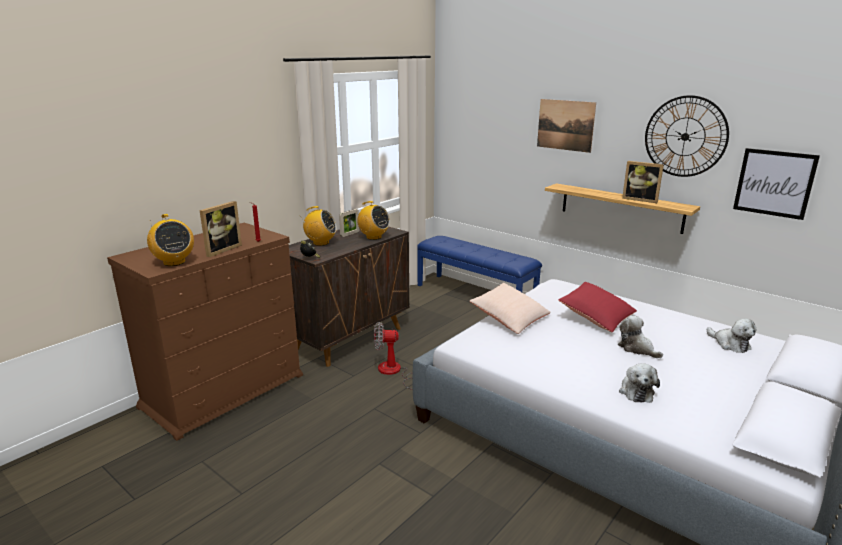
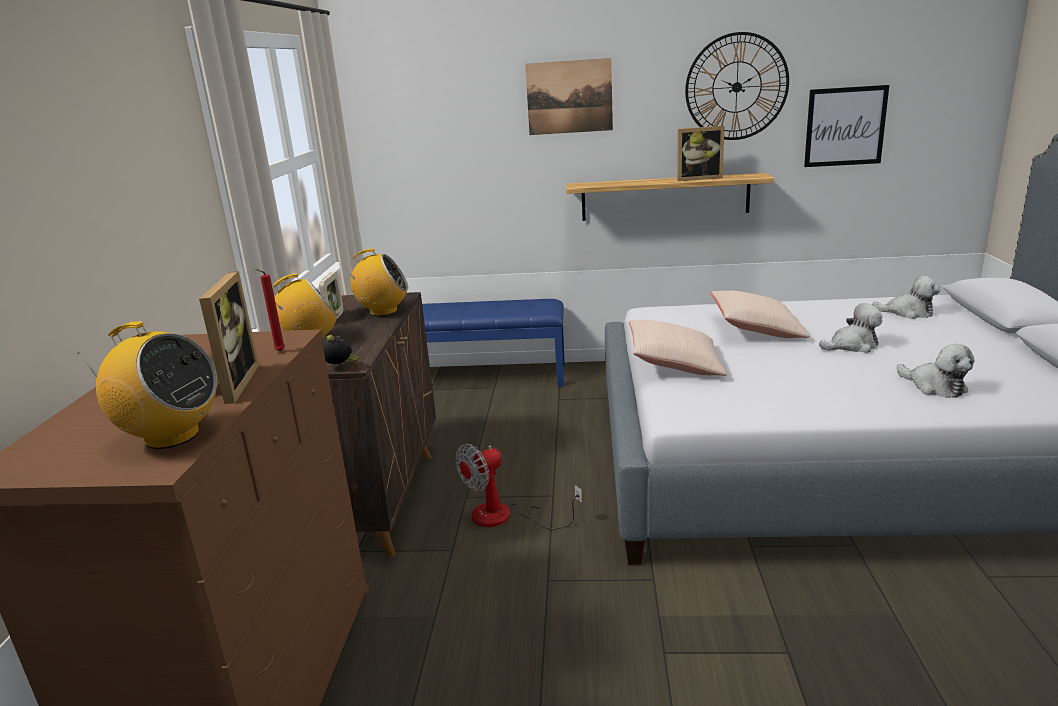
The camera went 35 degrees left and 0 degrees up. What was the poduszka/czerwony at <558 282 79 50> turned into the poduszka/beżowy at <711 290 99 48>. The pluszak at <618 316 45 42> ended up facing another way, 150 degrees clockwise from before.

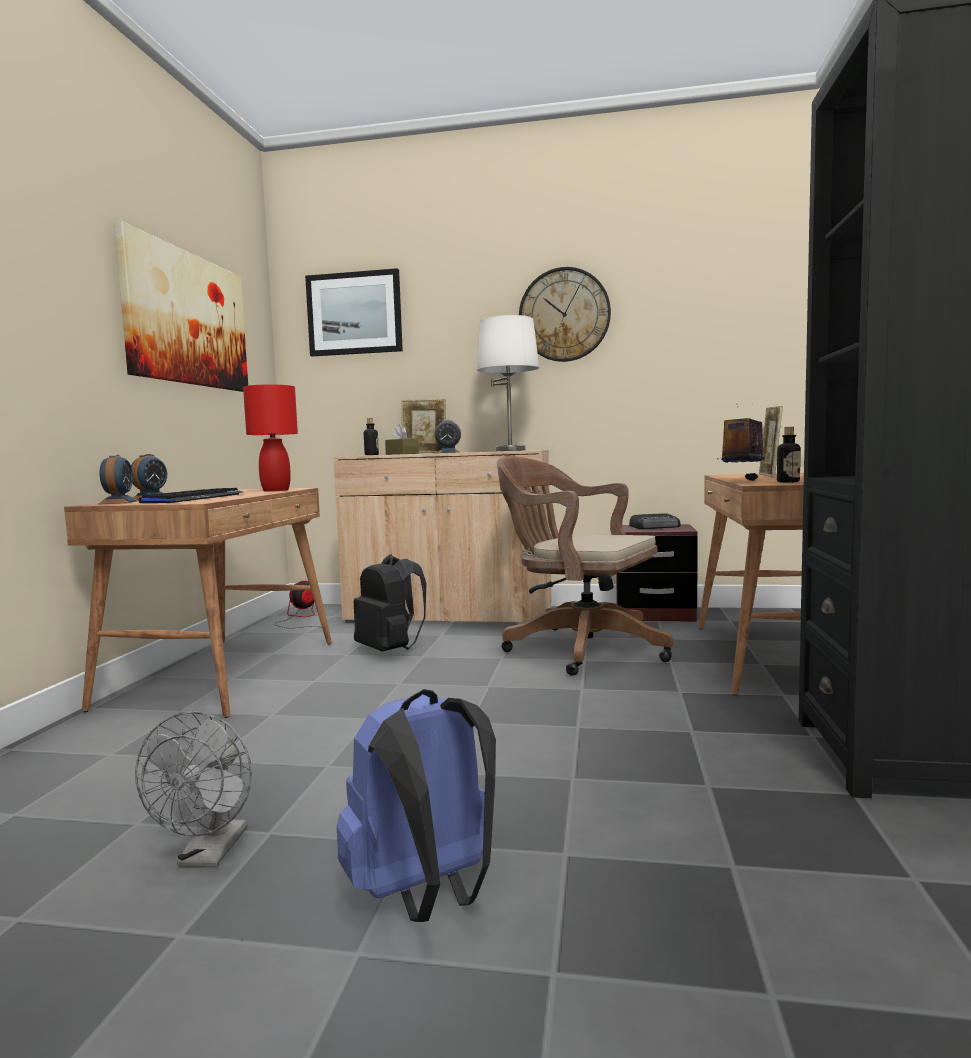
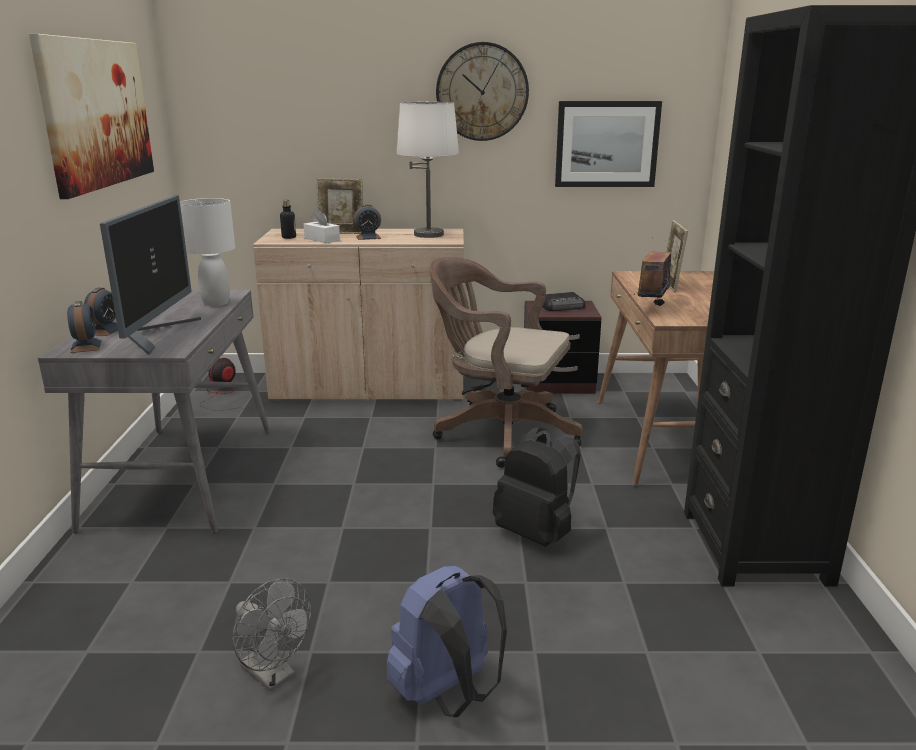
The camera went 10 degrees left and 15 degrees up. What was the biurko/brązowy at <64 488 268 230> turned into the biurko/szary at <38 290 232 243>. The wentylator/szary at <135 711 117 156> ended up facing another way, 45 degrees counterclockwise from before. Where the klawiatura stood at <139 488 103 15>, the monitor came to stand at <100 196 101 159>. What was the lampa stołowa/czerwony at <243 384 55 108> turned into the lampa stołowa/biały at <180 198 55 108>. The obraz ended up elsewhere, having gone from <305 268 98 88> to <555 101 107 86>. The plecak/czarny ended up elsewhere, having gone from <354 554 73 97> to <493 427 87 120>. What was the pudełko chusteczek/brązowy at <385 424 34 31> turned into the pudełko chusteczek/biały at <304 210 36 33>. The second view lost the butelka at <777 427 24 56>.

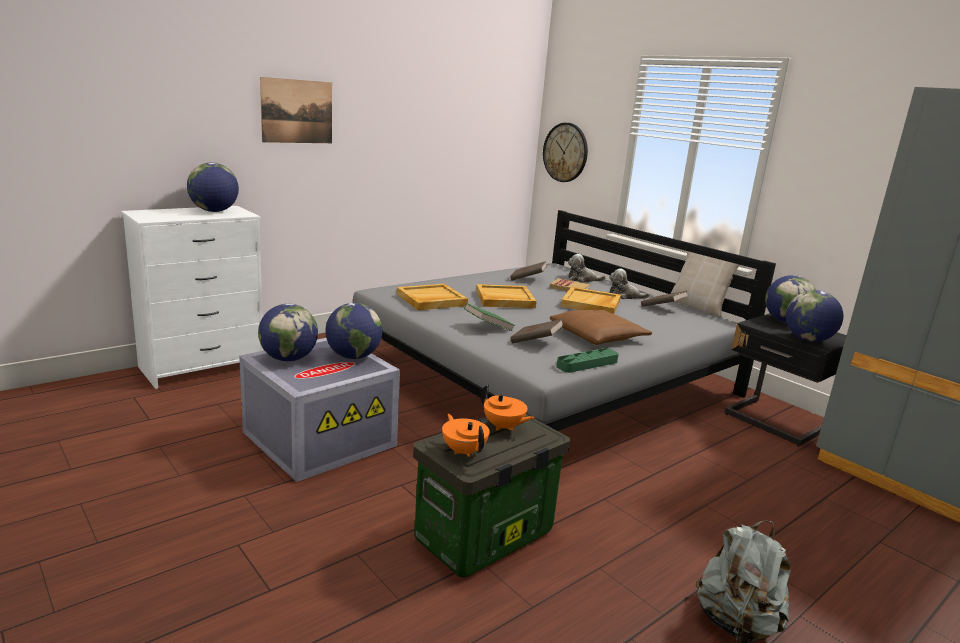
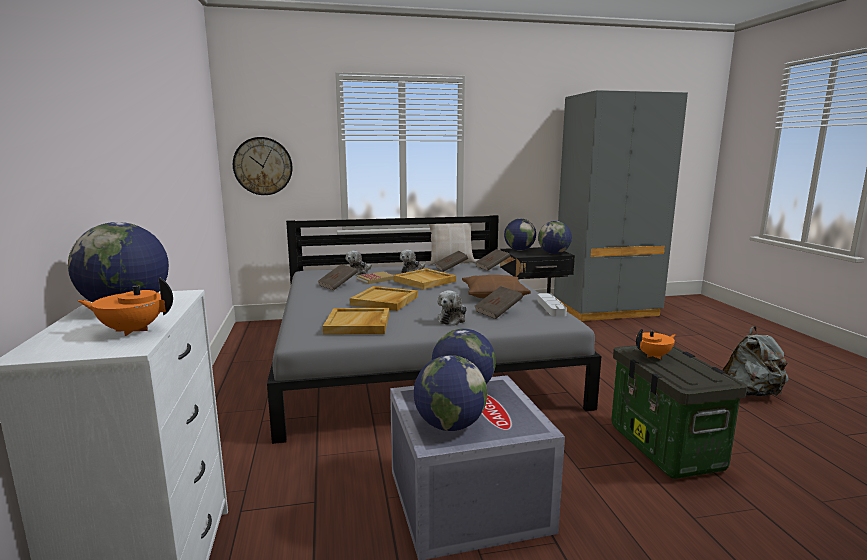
The camera went 60 degrees left and 5 degrees down. The second view lost the obraz at <260 77 72 66>. The imbryk/pomarańczowy ended up elsewhere, having gone from <442 414 48 43> to <78 278 95 58>. Where the książka/zielony stood at <464 303 51 28>, the pluszak came to stand at <437 290 30 36>. What was the taca/zielony at <556 348 63 25> turned into the taca/szary at <537 293 30 24>. The second view gained the książka/brązowy at <475 249 35 22>.

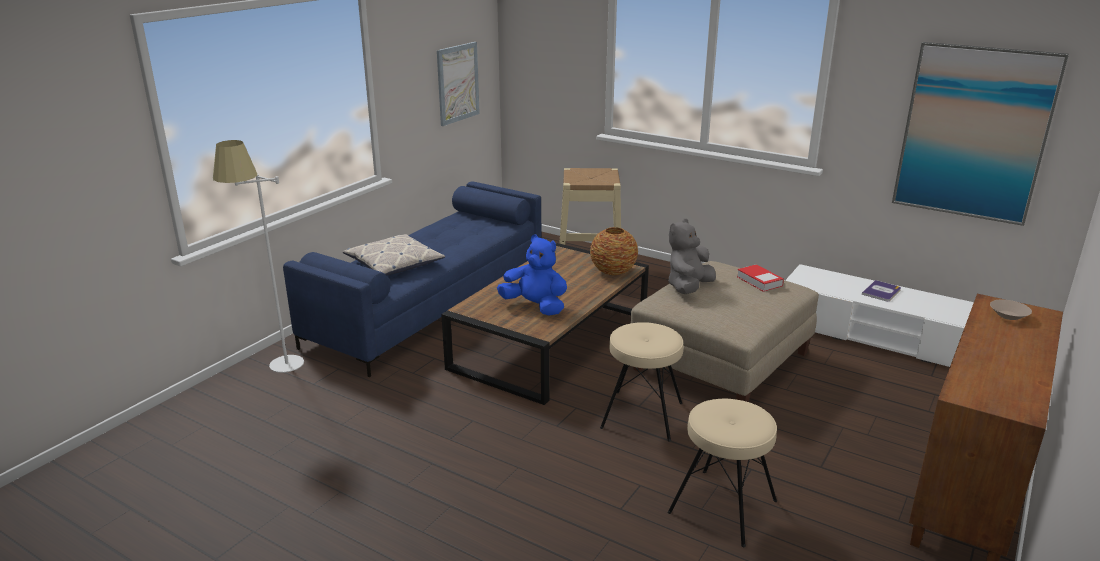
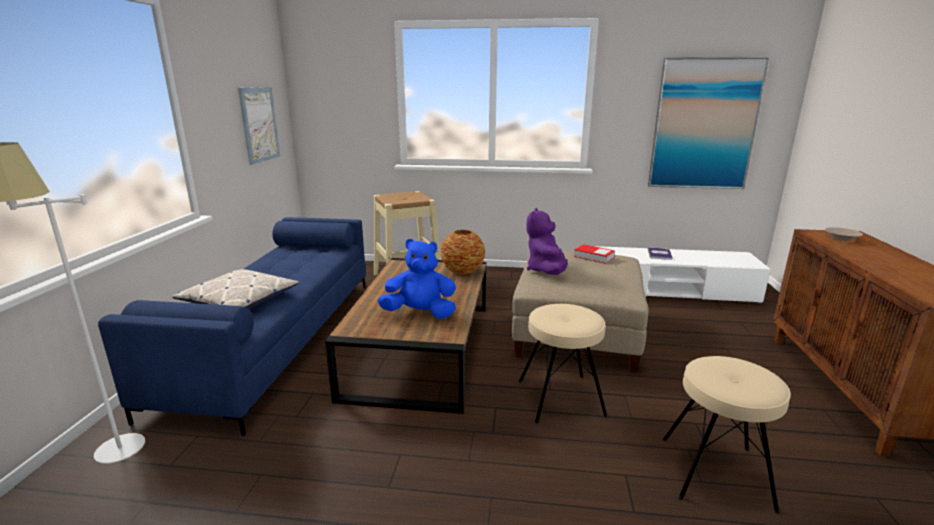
The camera went 25 degrees left and 5 degrees down. What was the pluszak/szary at <668 219 48 75> turned into the pluszak/fioletowy at <526 208 42 67>.

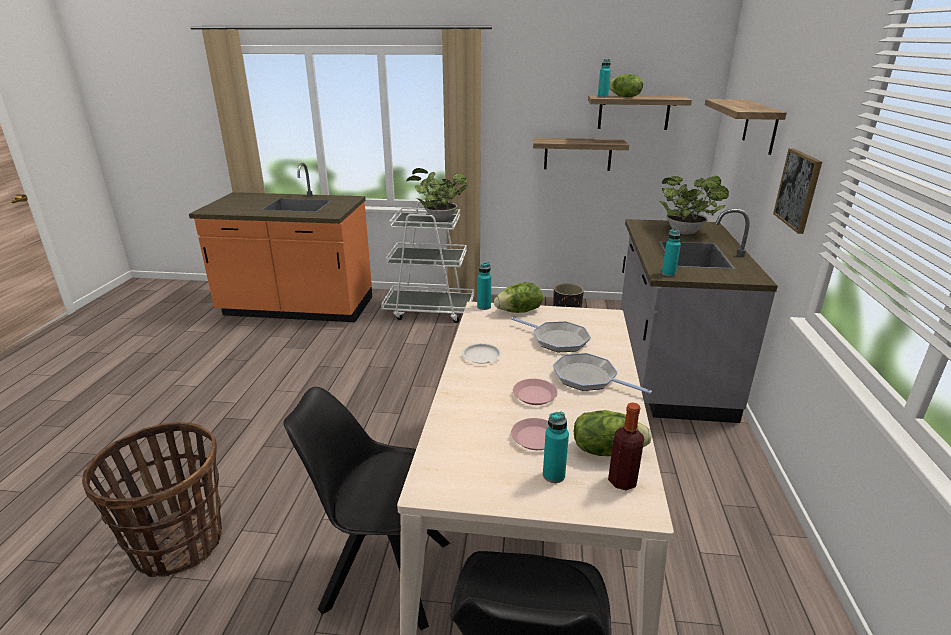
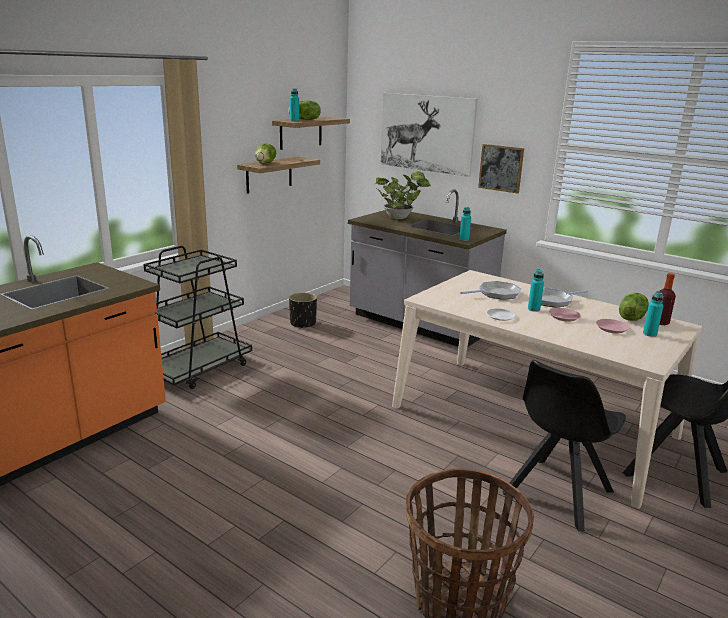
The camera went 60 degrees left and 5 degrees down. What was the wózek/biały at <381 200 93 123> turned into the wózek/czarny at <143 246 109 143>. The second view lost the roślina doniczkowa at <406 168 62 53>. The butelka/turkusowy ended up elsewhere, having gone from <477 262 14 48> to <528 269 16 43>. The sałata ended up elsewhere, having gone from <494 282 49 31> to <255 143 21 21>. Where the półka hung at <705 99 82 56>, the obraz came to hang at <381 93 97 84>.

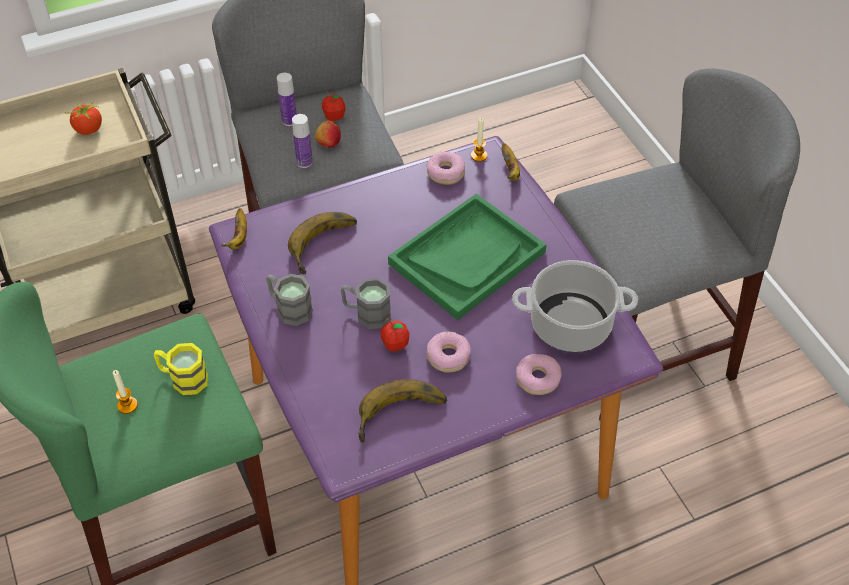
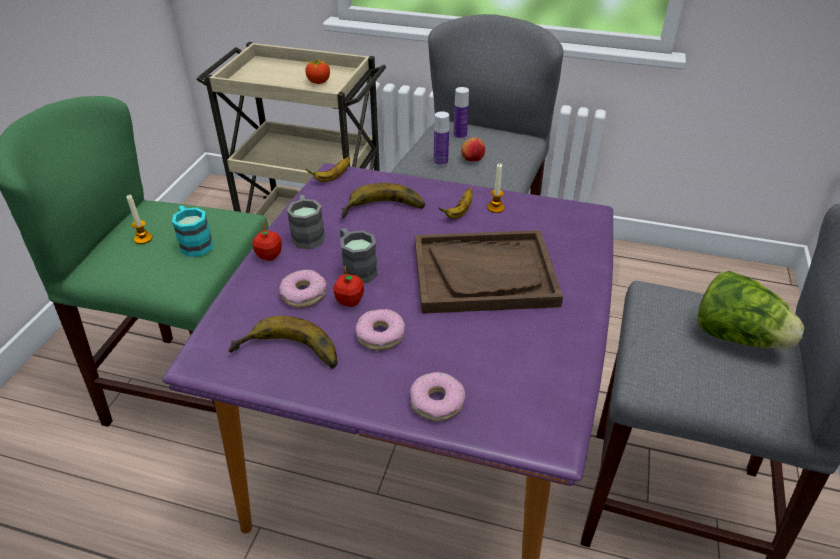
The camera went 40 degrees right and 10 degrees down. What was the kubek/żółty at <154 343 54 52> turned into the kubek/turkusowy at <172 206 41 51>. The jabłko ended up elsewhere, having gone from <322 90 23 31> to <252 222 30 39>. What was the taca/zielony at <388 194 159 126> turned into the taca/brązowy at <415 230 148 84>. The donut ended up elsewhere, having gone from <427 152 38 33> to <279 270 48 38>. The świeca ended up elsewhere, having gone from <471 118 17 44> to <487 163 18 50>. The banan ended up elsewhere, having gone from <502 143 18 38> to <439 188 34 31>. The second view lost the garnek at <512 260 126 92>. The second view gained the sałata at <697 271 108 78>.

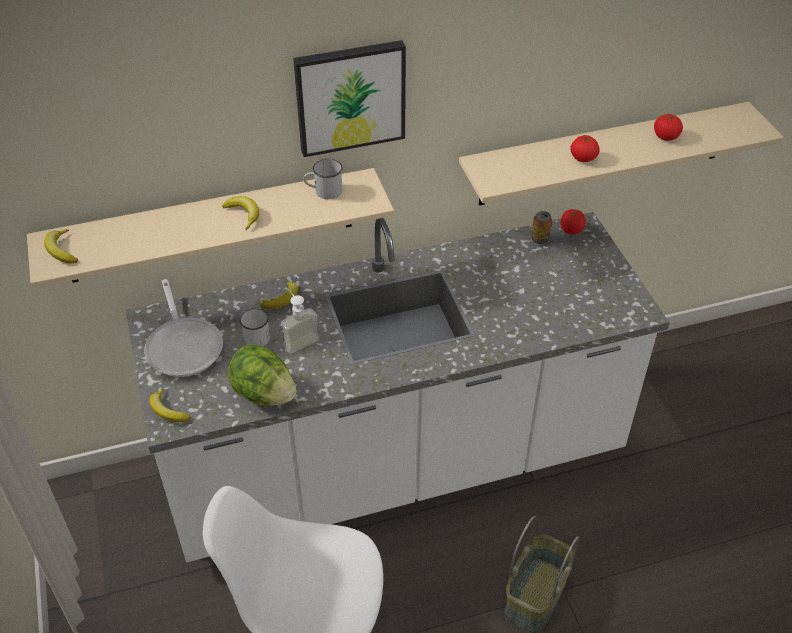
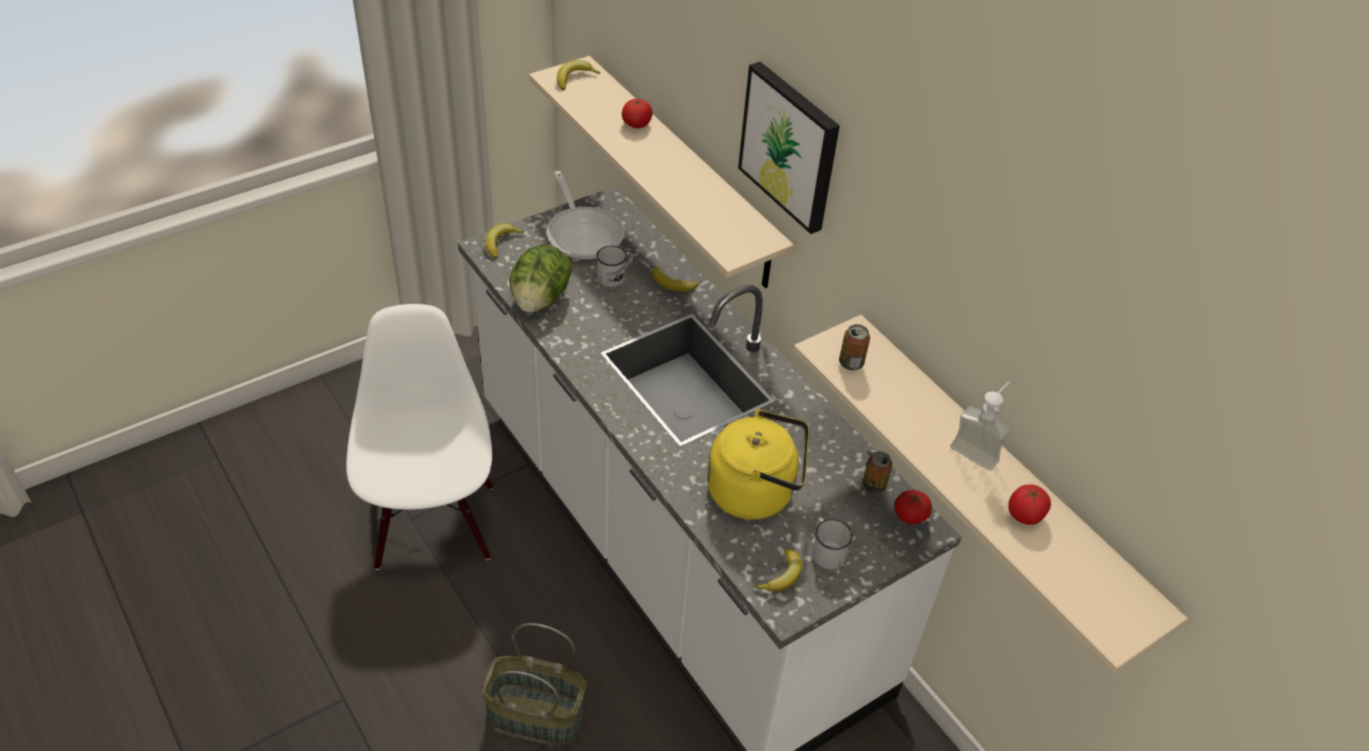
The camera went 70 degrees right and 0 degrees up. The patelnia at <144 279 79 98> ended up facing another way, 75 degrees counterclockwise from before. The banan ended up elsewhere, having gone from <222 196 37 34> to <754 549 48 43>. The dozownik mydła ended up elsewhere, having gone from <281 287 38 67> to <950 382 60 89>. The kubek/biały ended up elsewhere, having gone from <304 159 39 40> to <812 517 41 52>. The pomidor ended up elsewhere, having gone from <570 135 30 27> to <622 98 30 30>. The second view gained the czajnik/żółty at <707 409 102 111>. The second view gained the puszka at <839 324 31 46>.

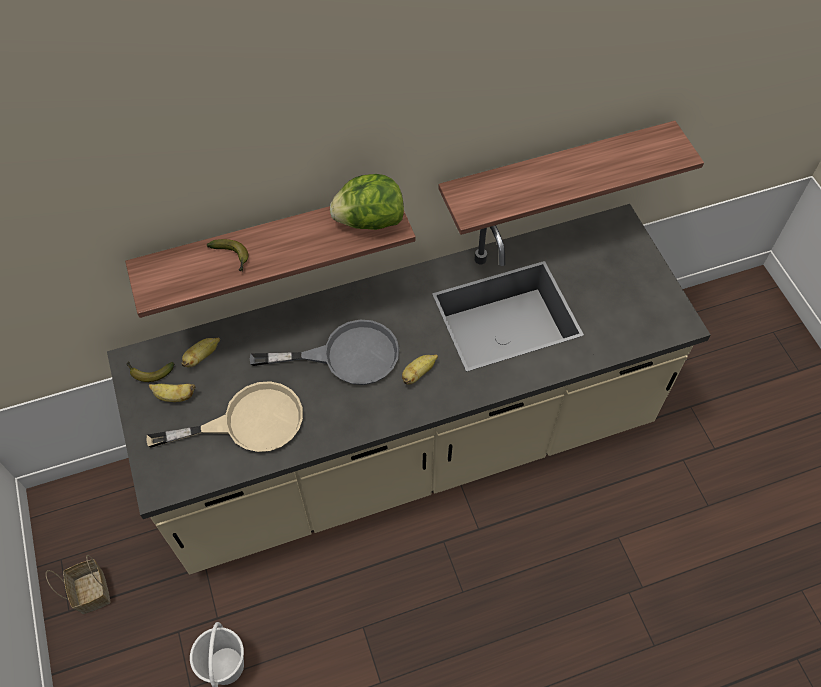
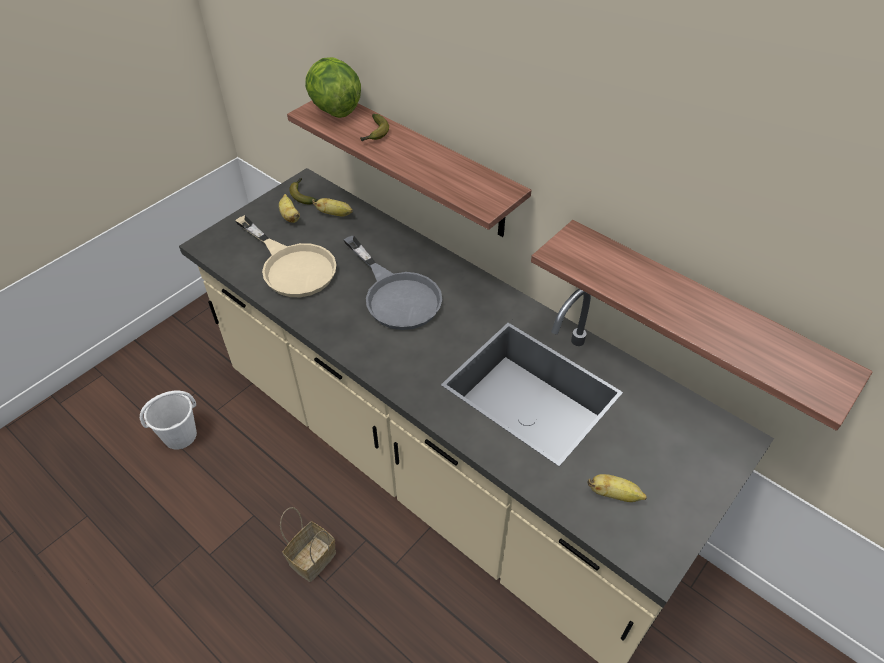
The camera went 60 degrees right and 10 degrees down. The koszyk ended up elsewhere, having gone from <46 555 64 59> to <280 507 56 75>. The sałata ended up elsewhere, having gone from <330 174 74 56> to <305 57 56 61>. The banan ended up elsewhere, having gone from <402 354 36 31> to <587 474 60 28>.

